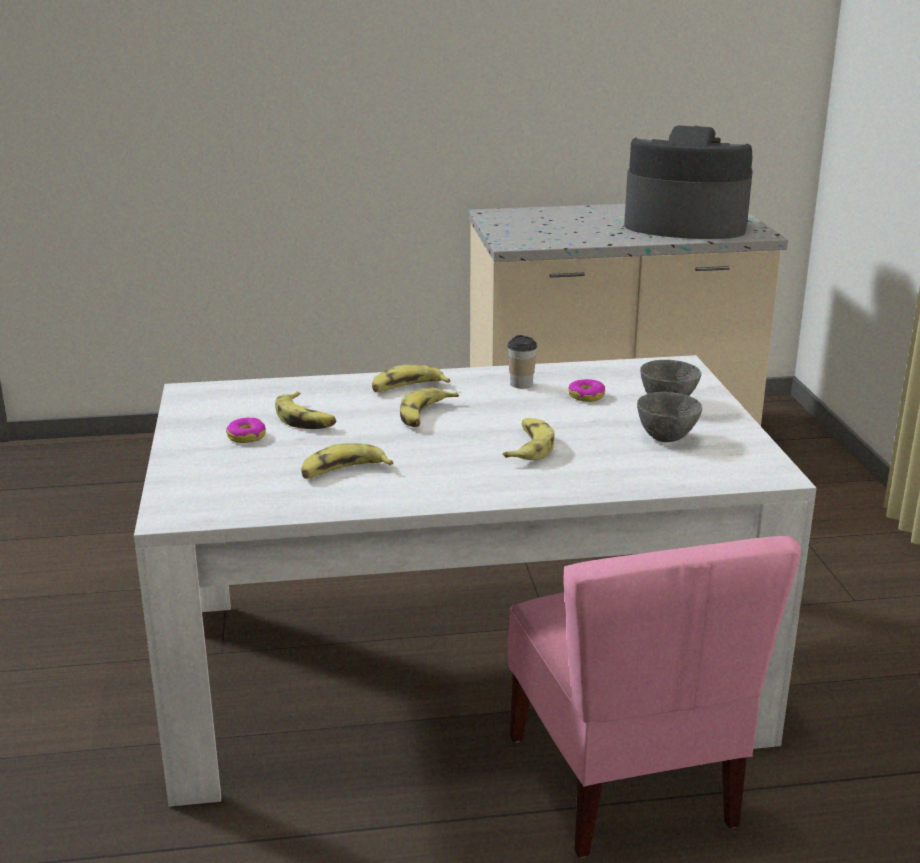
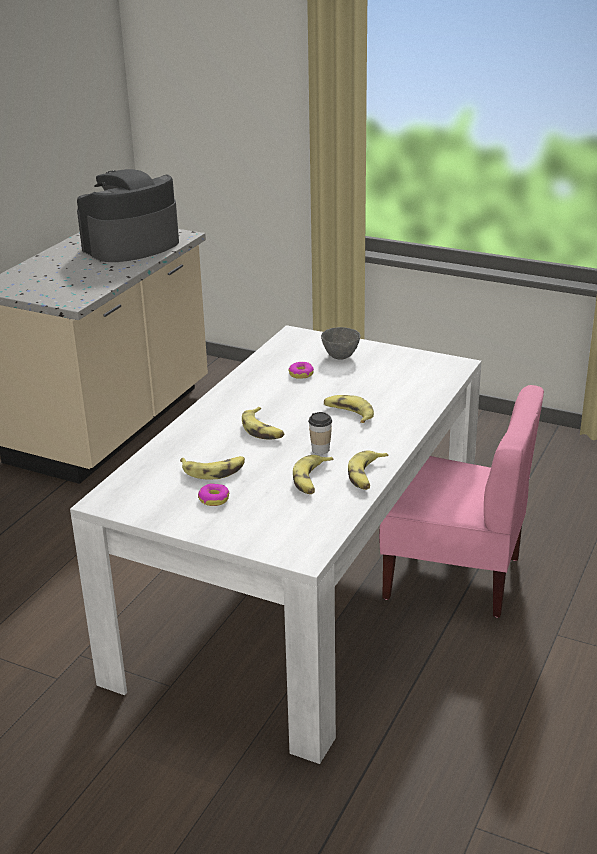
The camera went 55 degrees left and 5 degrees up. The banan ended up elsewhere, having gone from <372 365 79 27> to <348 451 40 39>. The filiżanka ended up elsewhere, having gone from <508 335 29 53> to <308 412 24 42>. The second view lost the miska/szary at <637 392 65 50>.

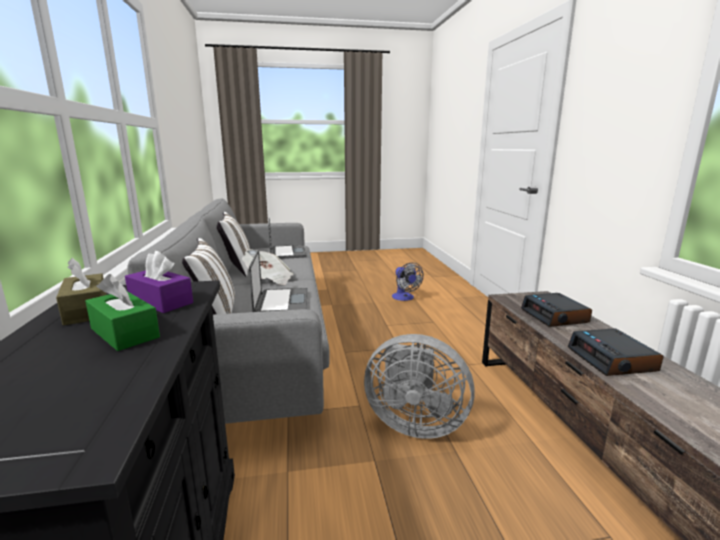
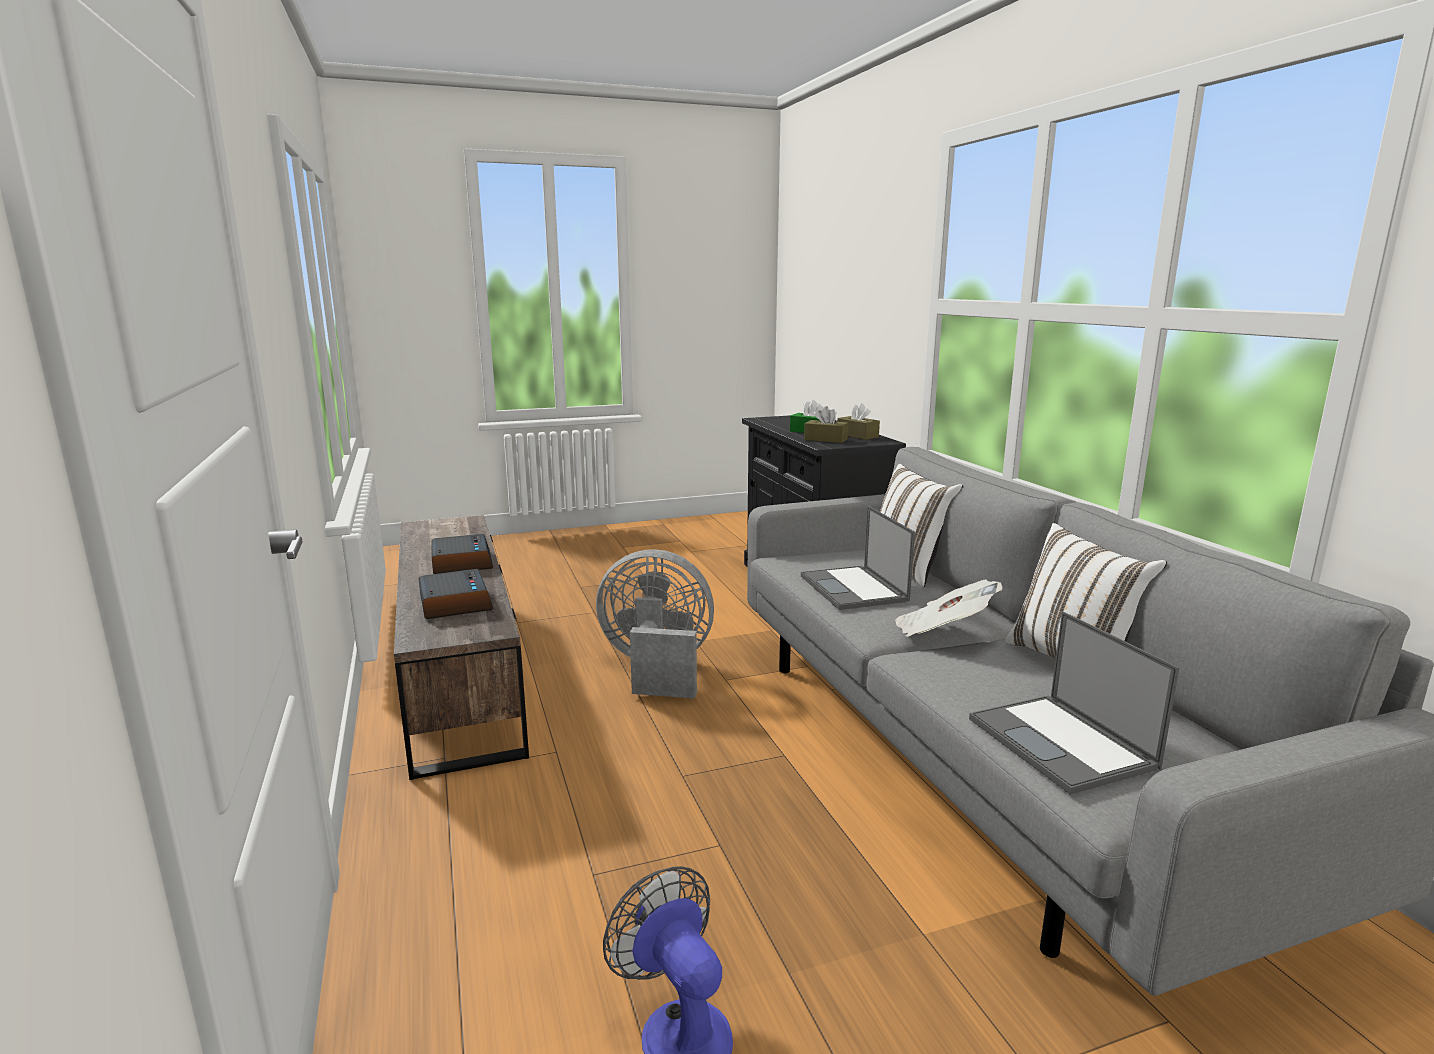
The camera went 170 degrees right and 0 degrees up. What was the pudełko chusteczek/fioletowy at <125 251 68 62> turned into the pudełko chusteczek/brązowy at <804 406 44 37>.

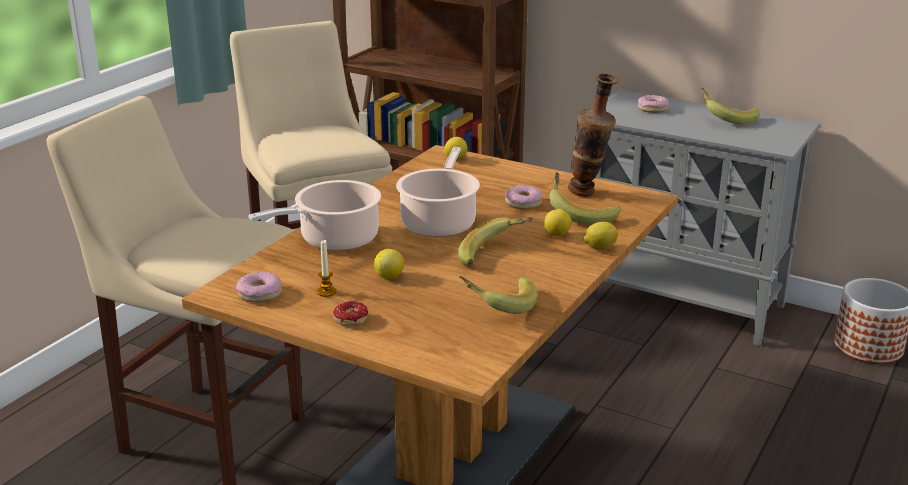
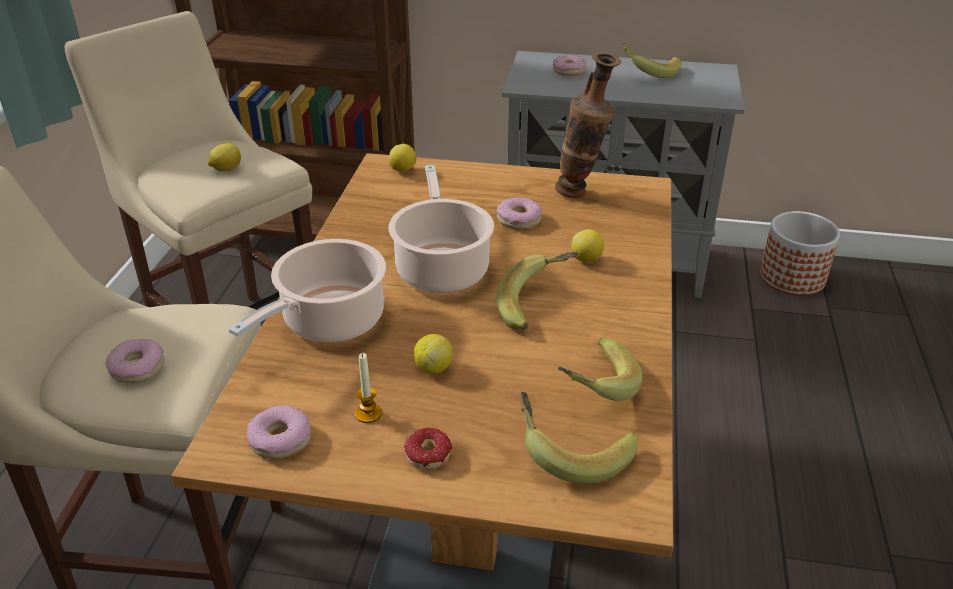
The camera went 20 degrees left and 10 degrees up. The banan ended up elsewhere, having gone from <549 172 72 53> to <521 392 117 92>. The cytryna ended up elsewhere, having gone from <584 222 33 28> to <208 143 33 29>. The second view gained the donut at <105 339 60 44>.

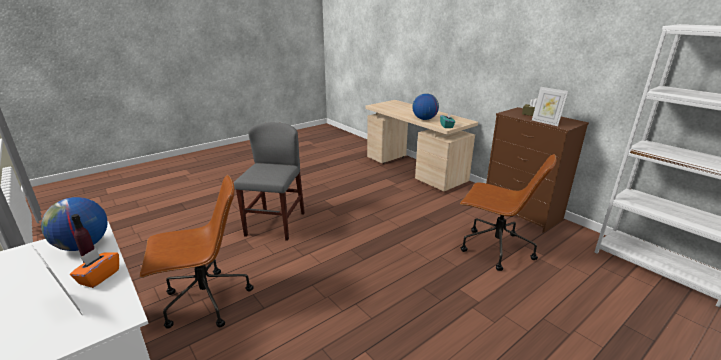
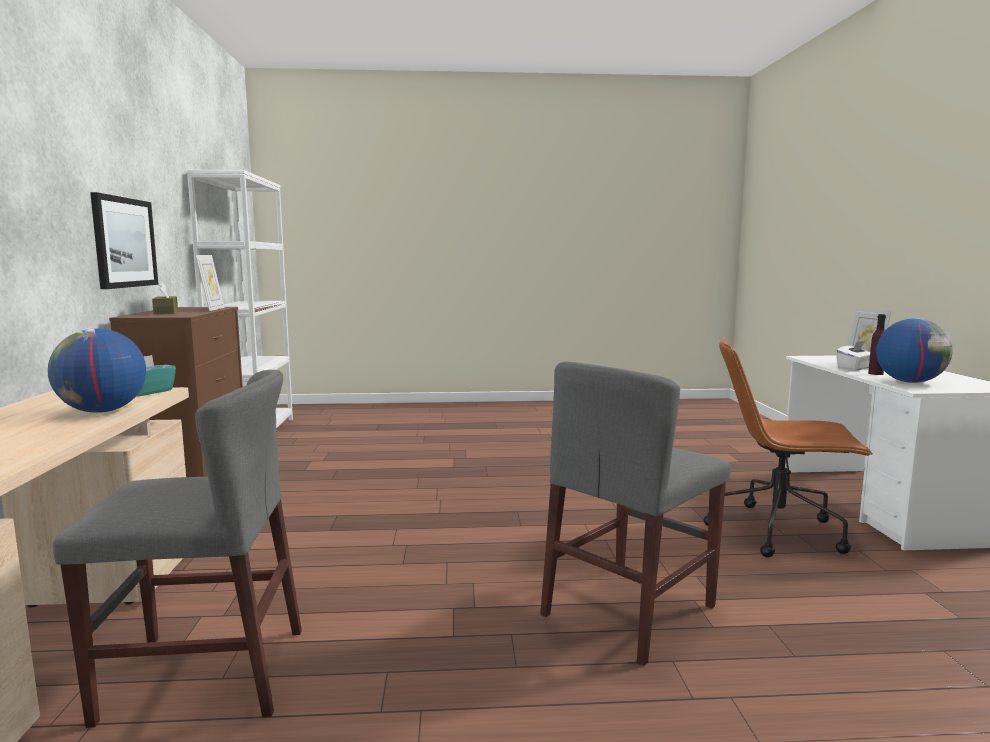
The camera went 145 degrees left and 15 degrees down. What was the pudełko chusteczek/pomarańczowy at <70 248 49 40> turned into the pudełko chusteczek/biały at <836 341 34 30>. The second view lost the krzesło biurowe/brązowy at <460 154 96 117>. The second view gained the krzesło/szary at <53 370 249 358>. The second view gained the obraz at <90 192 69 97>.

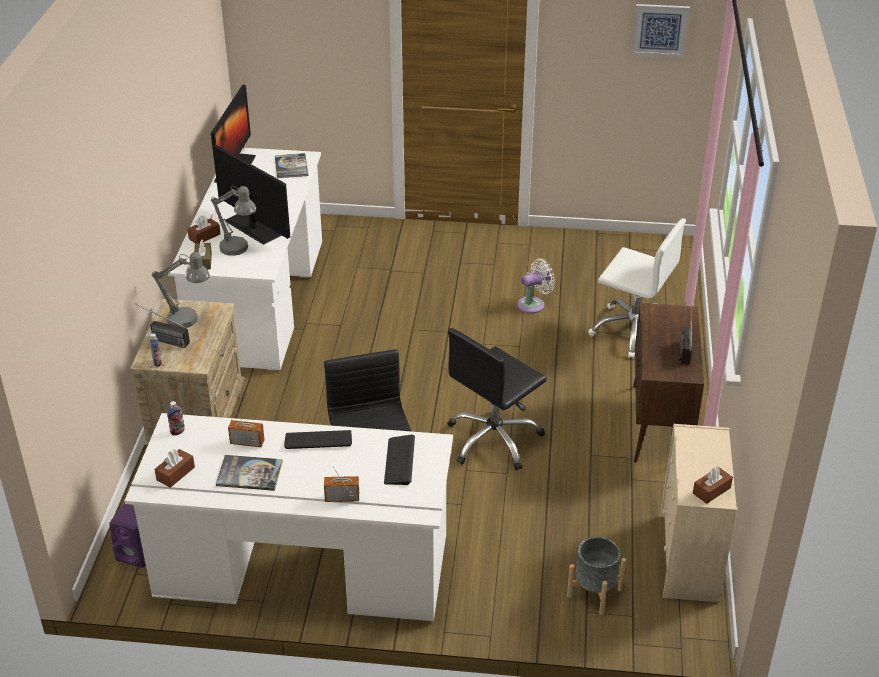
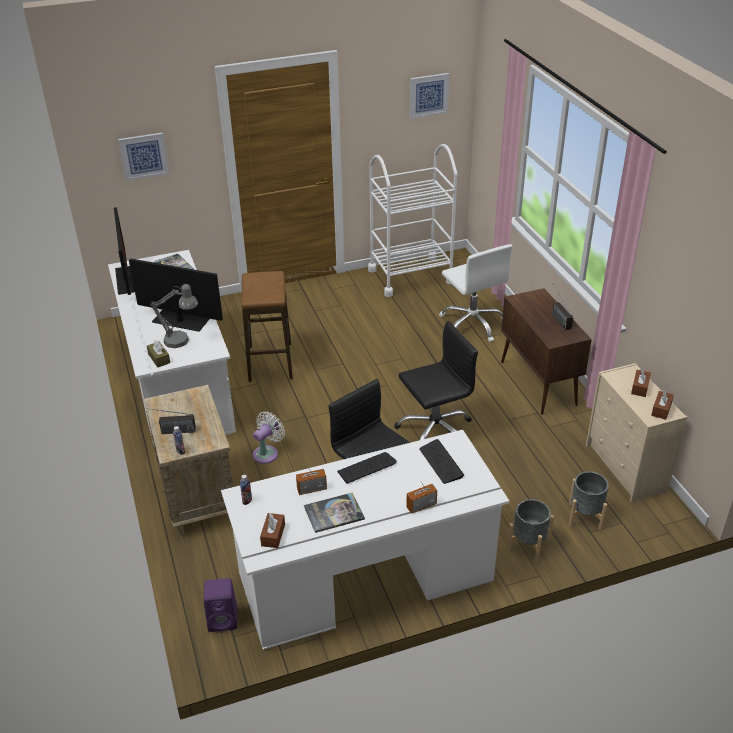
The camera went 25 degrees left and 0 degrees up. The second view lost the lampa stołowa/szary at <152 252 58 76>. The pudełko chusteczek/brązowy ended up elsewhere, having gone from <187 215 34 29> to <631 368 20 29>. The krzesło biurowe/czarny at <448 328 99 143> ended up facing another way, 135 degrees counterclockwise from before. The wentylator/biały ended up elsewhere, having gone from <517 258 38 56> to <253 411 32 53>. The krzesło biurowe/biały at <588 218 98 141> ended up facing another way, 60 degrees clockwise from before. The second view gained the obraz at <118 133 51 48>. The second view gained the stołek at <241 271 52 111>. The second view gained the wózek/biały at <368 144 89 153>. The second view gained the donica/szary at <507 499 47 63>.

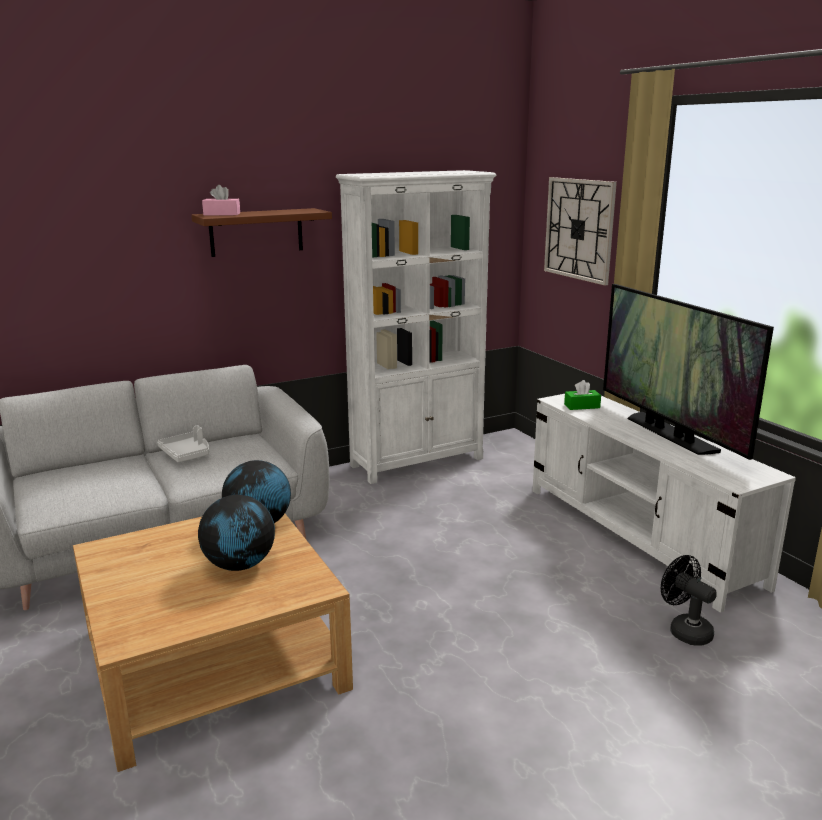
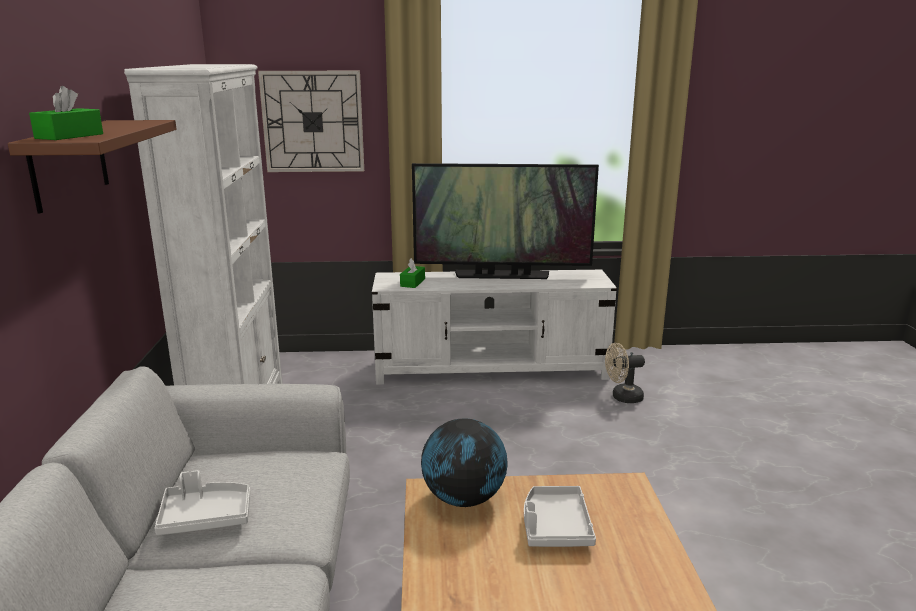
The camera went 65 degrees left and 0 degrees up. Where the globus stood at <198 495 77 76>, the taca/biały came to stand at <524 486 72 61>. What was the pudełko chusteczek/różowy at <202 185 38 31> turned into the pudełko chusteczek/zielony at <29 86 74 54>. What was the wentylator/czarny at <661 555 56 90> turned into the wentylator/beżowy at <605 343 40 60>.

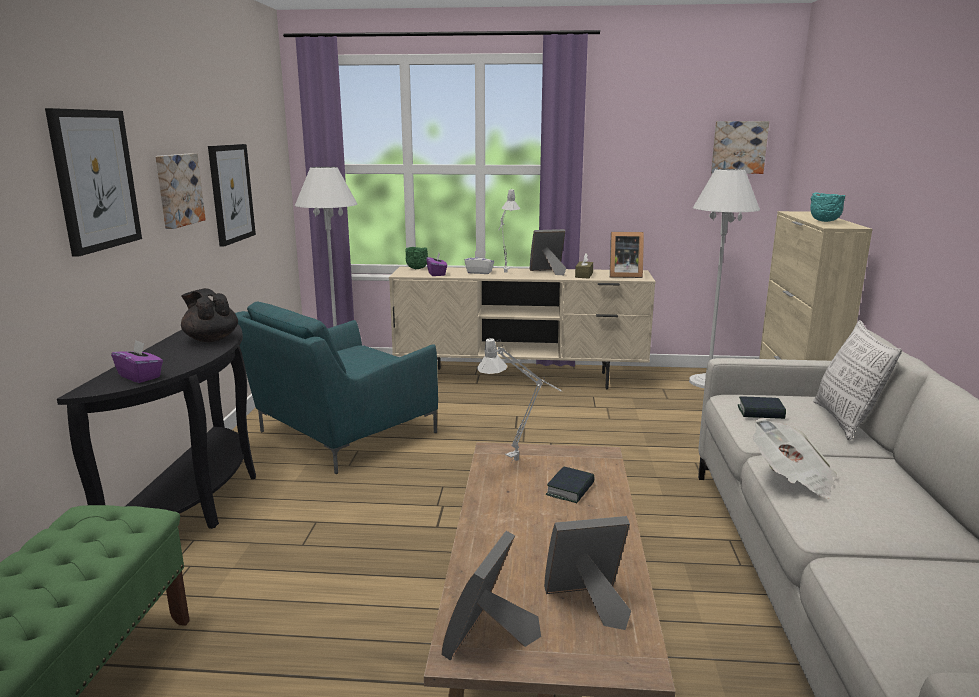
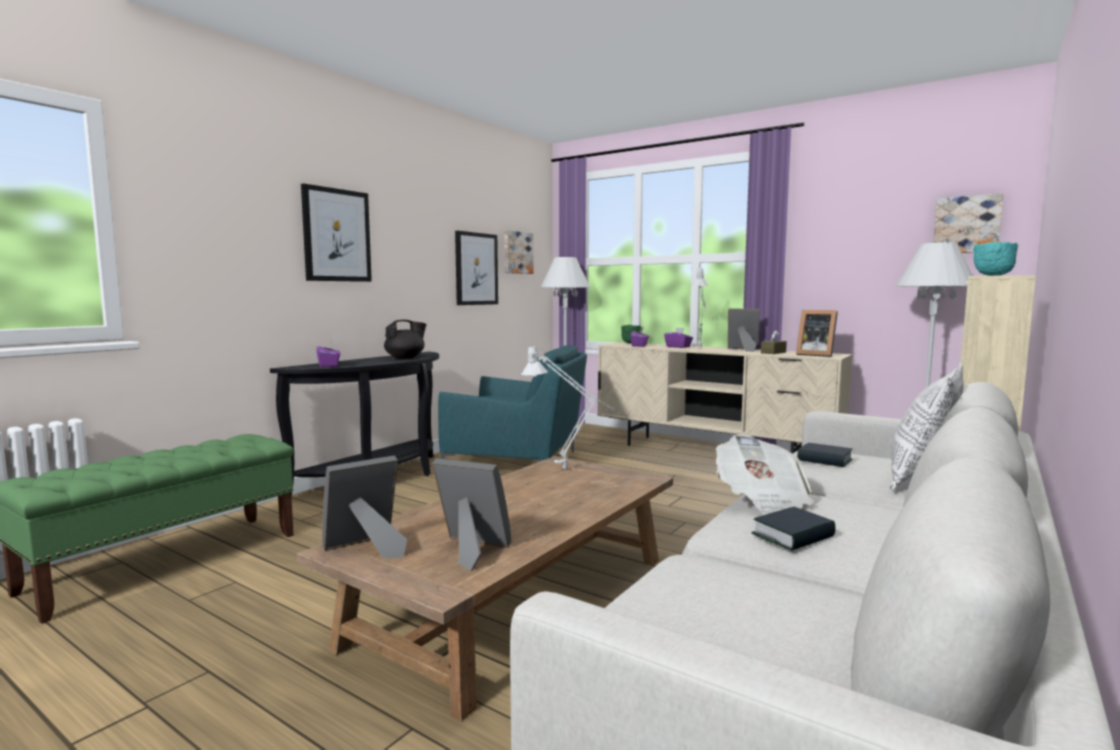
The camera went 30 degrees right and 10 degrees down. The obraz ended up elsewhere, having gone from <155 153 51 76> to <504 230 29 44>. The imbryk/czarny at <181 288 57 54> ended up facing another way, 75 degrees clockwise from before. The fotel/turkusowy at <235 301 203 173> ended up facing another way, 150 degrees counterclockwise from before. What was the pudełko chusteczek/biały at <464 251 30 23> turned into the pudełko chusteczek/fioletowy at <664 327 29 21>. The książka ended up elsewhere, having gone from <546 467 49 36> to <752 507 84 44>.

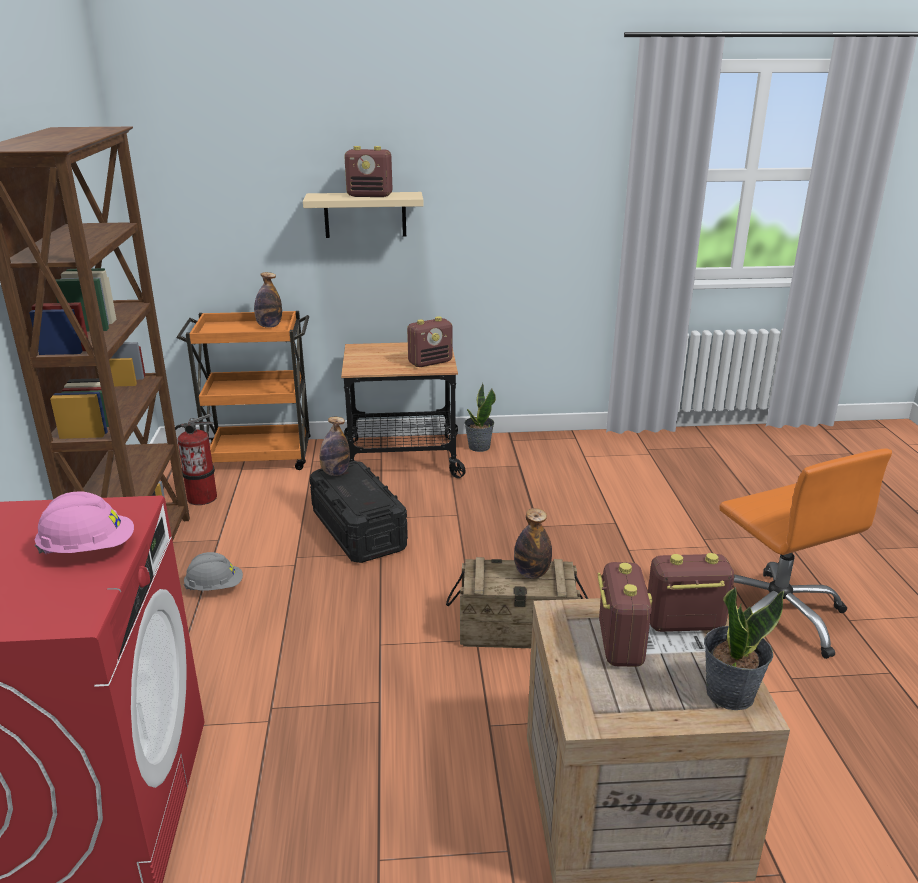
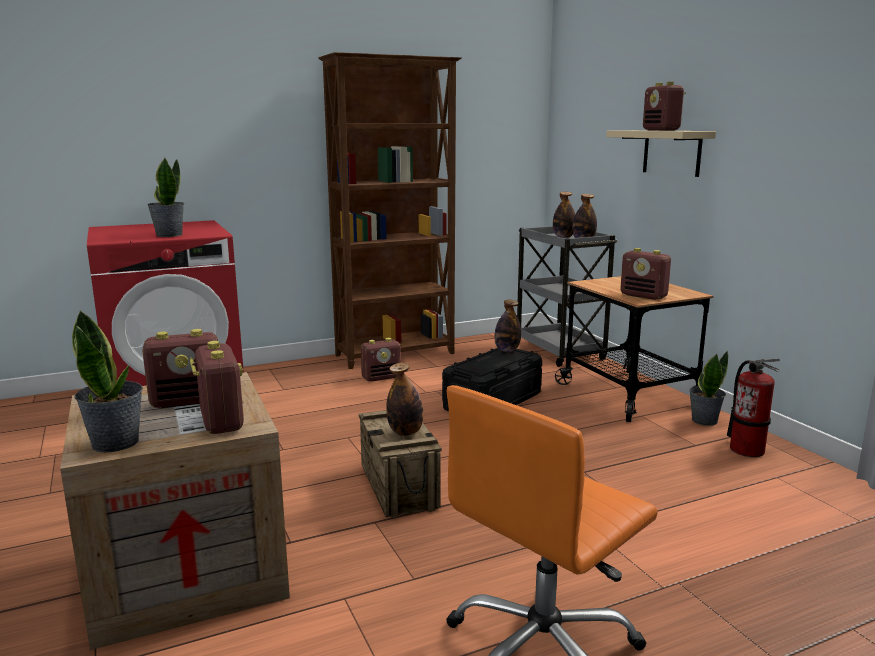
The camera went 70 degrees right and 10 degrees down. Where the kask/różowy stood at <35 491 99 63>, the roślina doniczkowa came to stand at <147 158 37 79>. The gaśnica ended up elsewhere, having gone from <175 413 42 92> to <727 359 53 98>. What was the wózek/pomarańczowy at <176 311 135 159> turned into the wózek/szary at <517 226 100 141>. Where the kask/szary stood at <183 552 60 39>, the radio came to stand at <361 338 40 44>. The second view gained the butelka at <553 192 22 46>.

